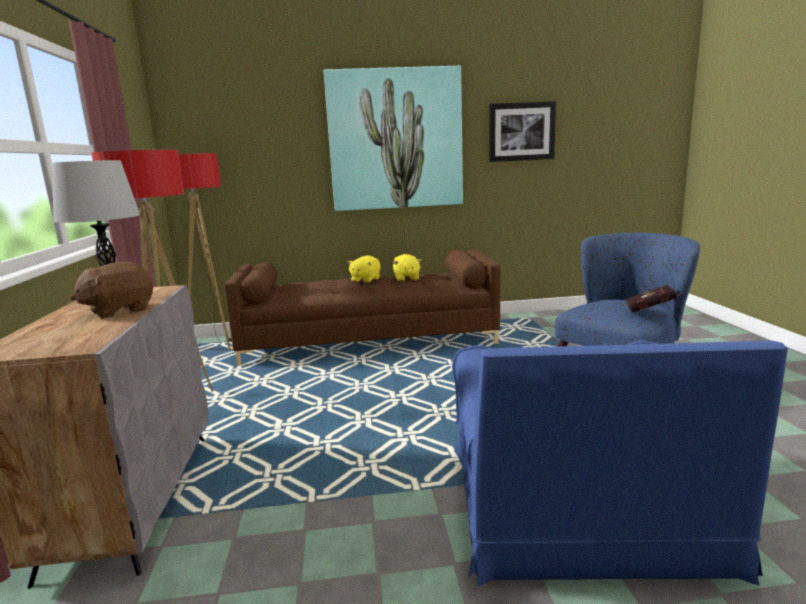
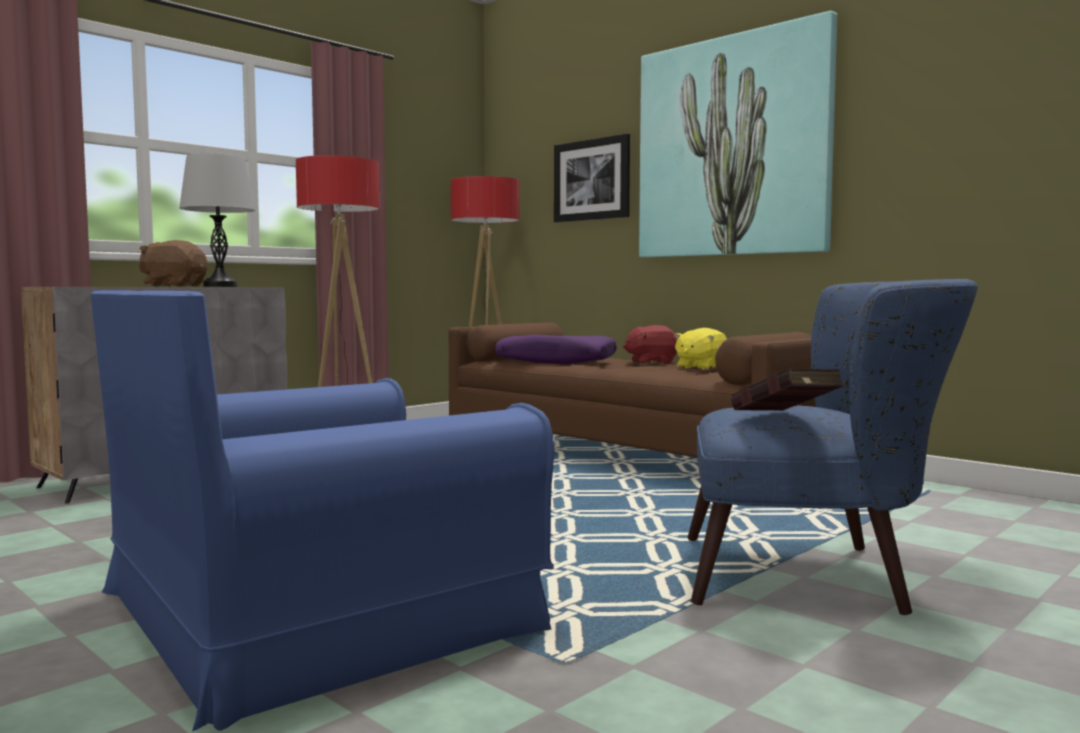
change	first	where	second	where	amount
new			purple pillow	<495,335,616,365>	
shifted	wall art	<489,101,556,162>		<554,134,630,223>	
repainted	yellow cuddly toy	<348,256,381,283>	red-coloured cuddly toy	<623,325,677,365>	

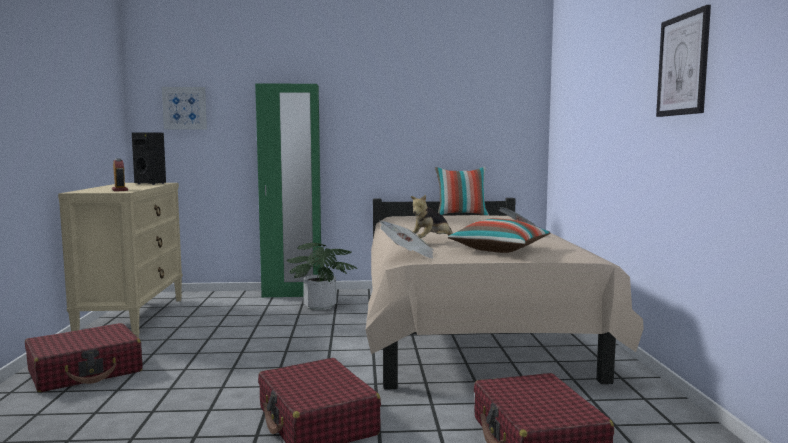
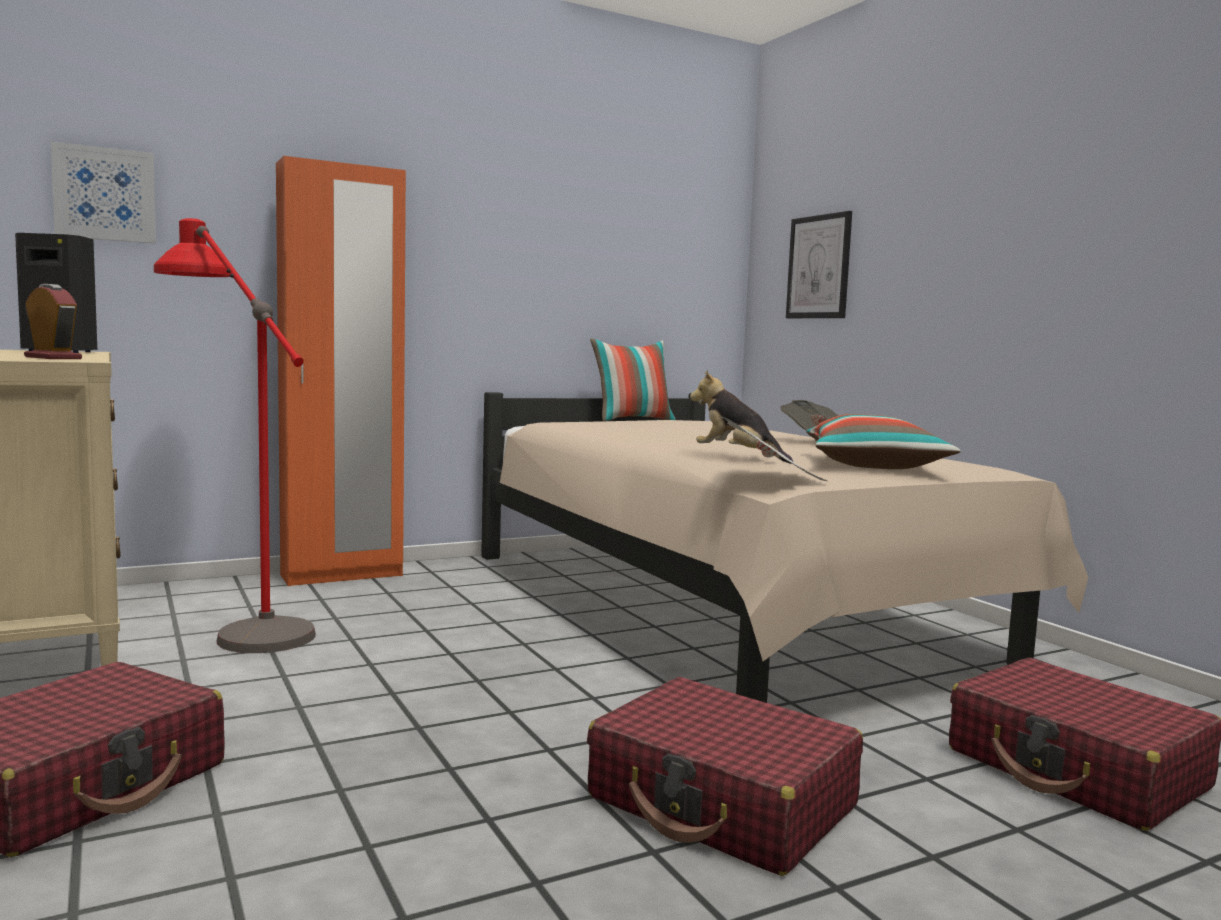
change	first	where	second	where	amount
new			red-coloured floor lamp	<154,218,316,653>	
repainted	green-coloured armoire	<255,83,322,298>	orangey armoire	<276,156,406,586>	
rotated	cuddly toy	<411,195,453,238>		<690,370,793,464>	105 degrees clockwise
shifted	wall art	<656,5,711,117>		<786,211,852,318>	
gone	plant in a pot	<286,243,357,310>			

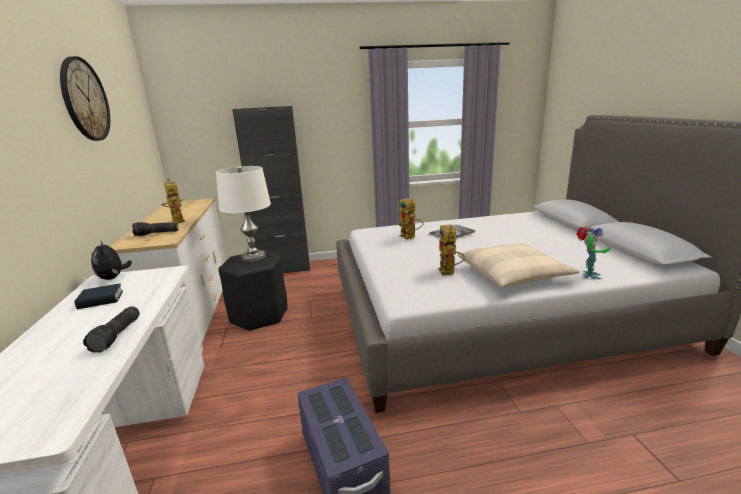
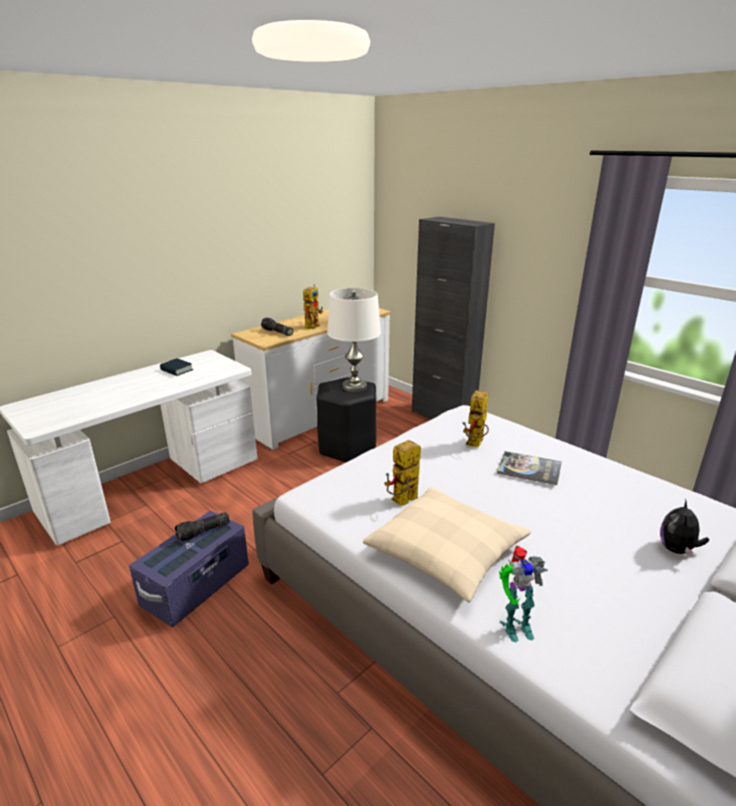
change	first	where	second	where	amount
shifted	hand torch	<83,306,140,353>		<175,512,230,542>	
shifted	cuddly toy	<91,240,132,280>		<660,498,709,557>	
gone	wall clock	<60,56,110,141>			

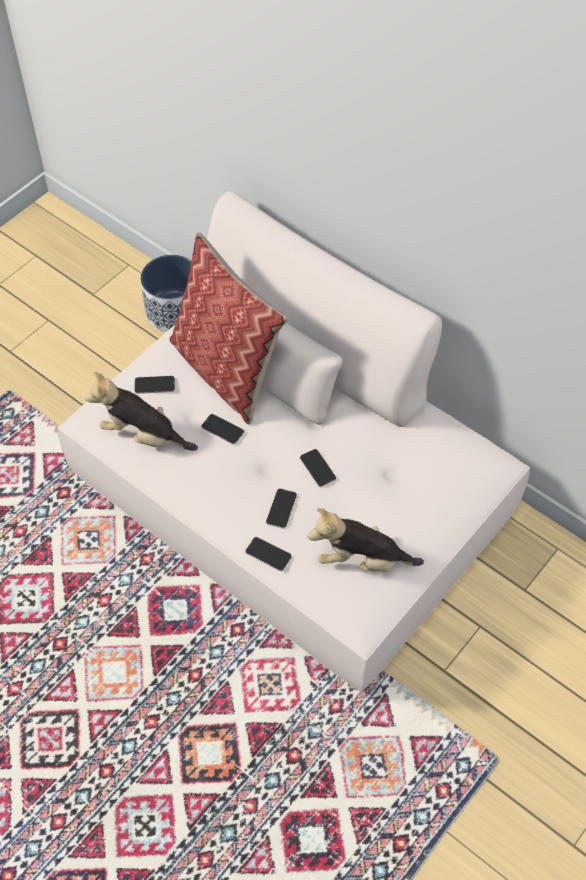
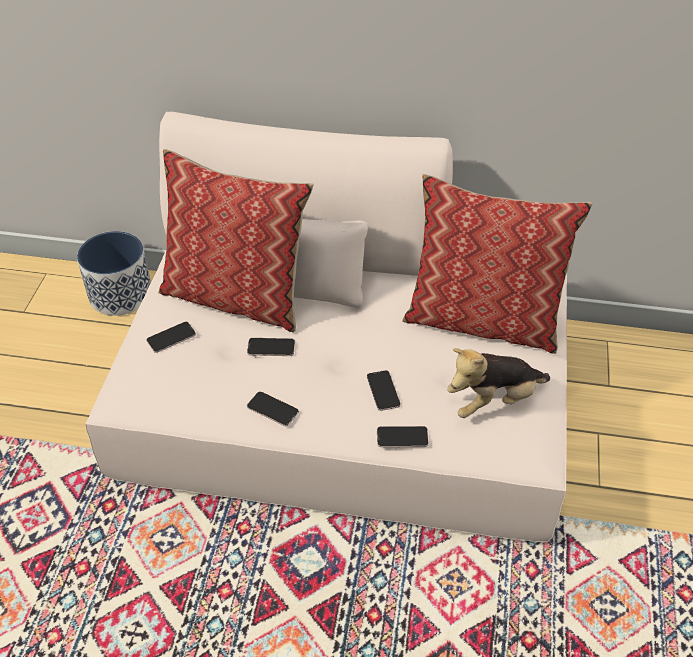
change	first	where	second	where	amount
shifted	telephone	<300,449,336,487>		<247,391,299,426>	
new			pillow	<402,174,593,354>	
gone	cuddly toy	<85,372,198,451>			

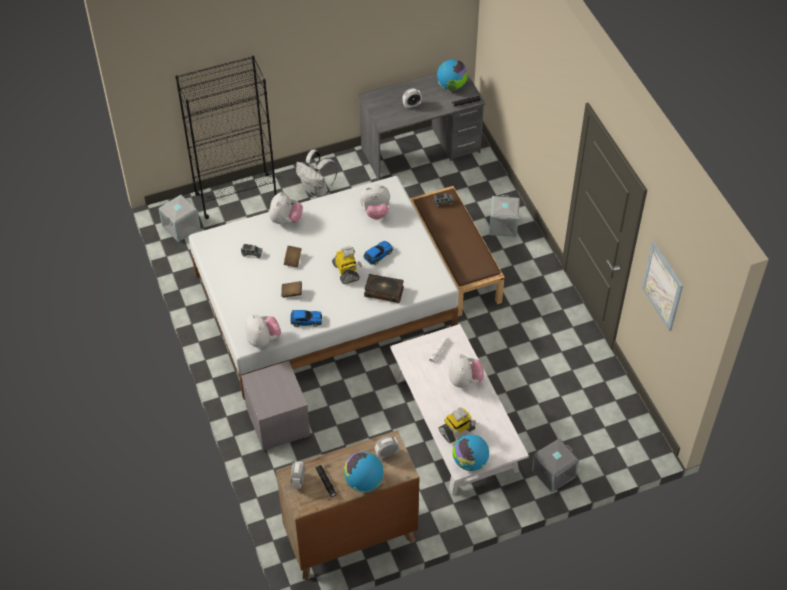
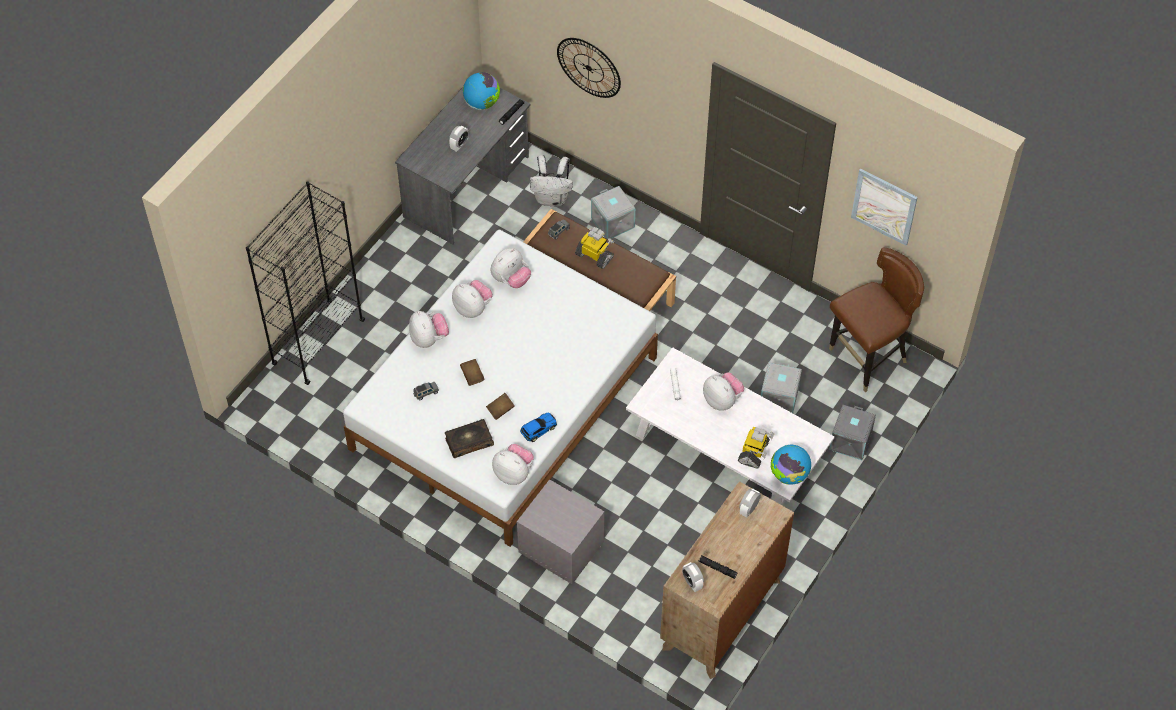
change	first	where	second	where	amount
shifted	book	<364,274,404,303>		<445,419,494,458>	
new			cuddly toy	<452,280,493,318>	
shifted	white knapsack	<296,149,337,198>		<530,155,573,206>	
new			wall clock	<557,38,621,98>	
shifted	robot figure	<332,246,362,284>		<575,227,614,269>	
shifted	grey storage box	<158,195,200,242>		<761,362,802,413>	
new			brownish plain chair	<829,248,924,392>	
gone	globe	<344,452,383,493>			
gone	miniature car	<363,241,393,265>			

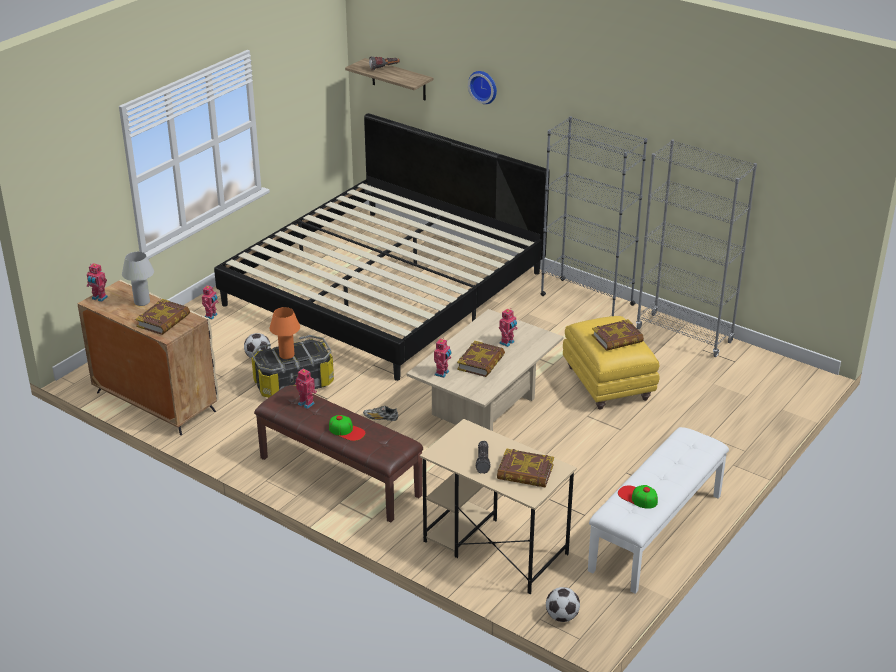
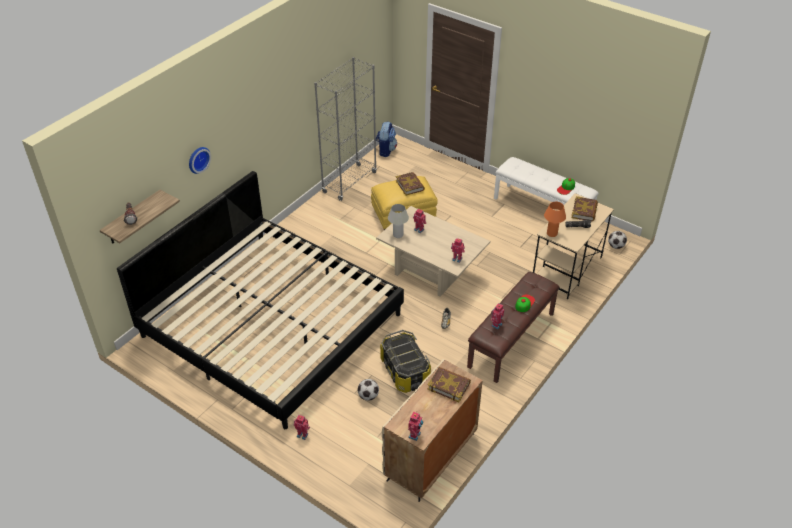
change	first	where	second	where	amount
new			knapsack	<376,121,397,157>	
shifted	white lamp for a table	<122,252,154,306>		<388,204,409,238>	
shifted	orangey lamp for a table	<269,307,300,359>		<544,202,566,237>	
gone	book	<457,341,505,377>			
gone	grey shelving unit	<540,116,647,316>			

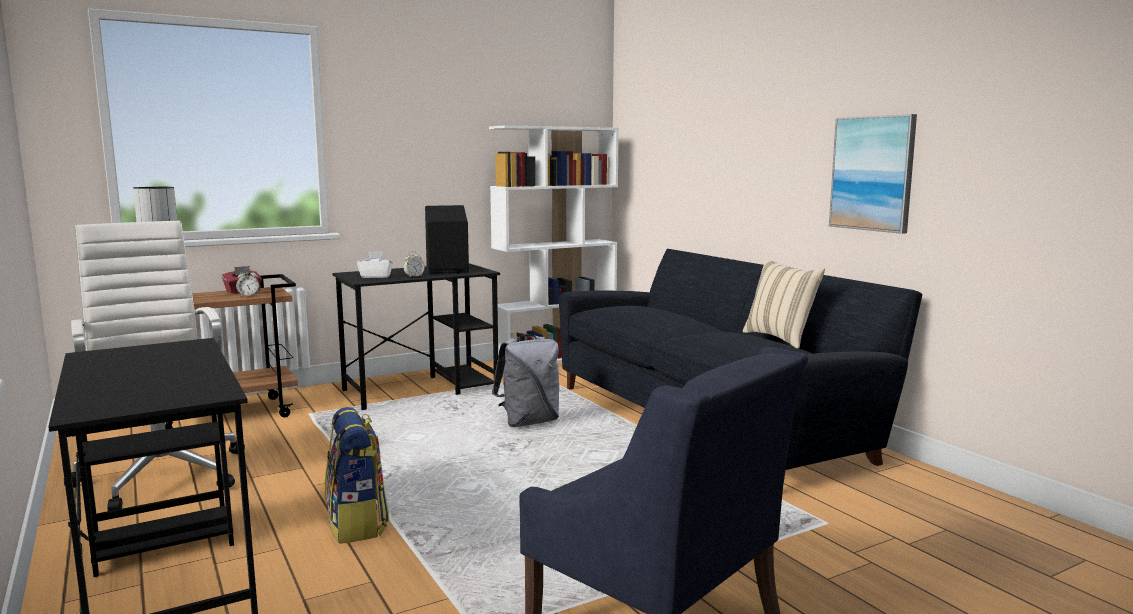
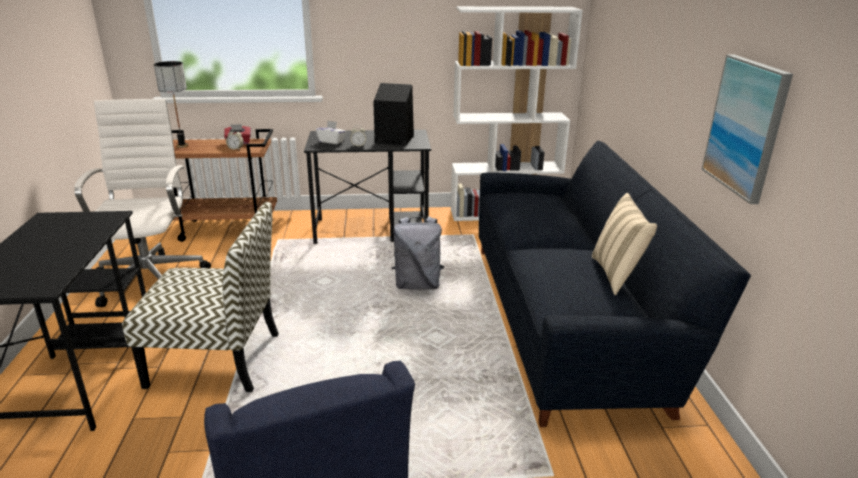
change	first	where	second	where	amount
swapped	knapsack	<325,407,389,544>	plain chair	<122,202,279,392>	

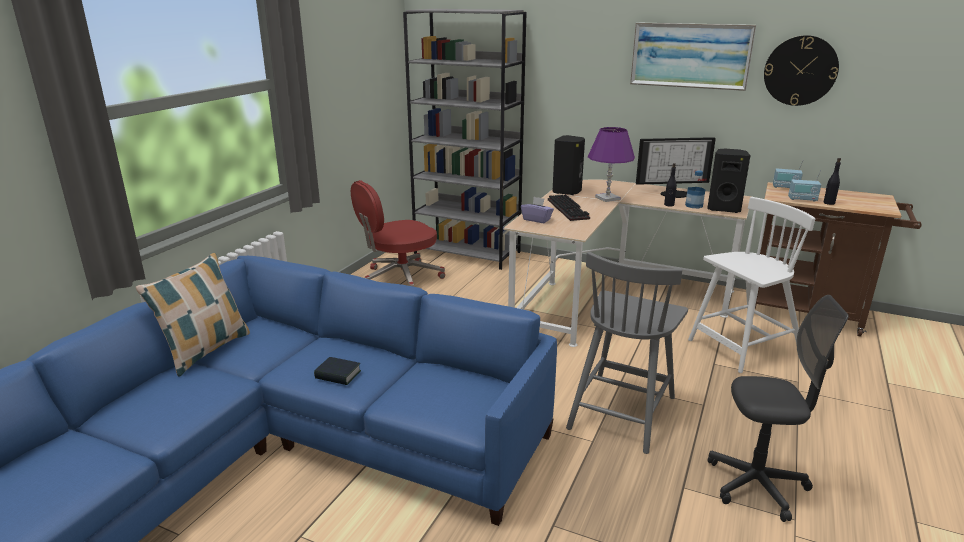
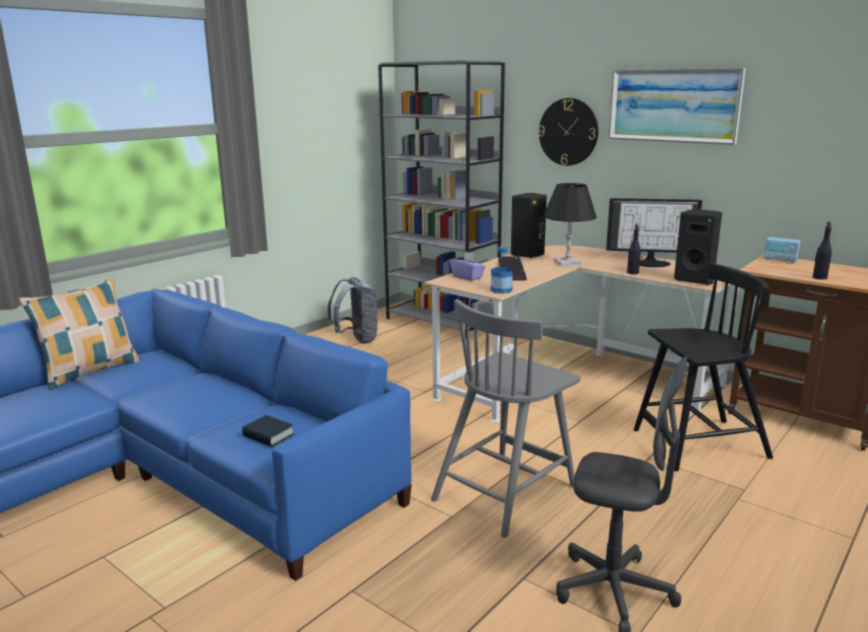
change	first	where	second	where	amount
shifted	book	<314,357,361,385>		<242,415,294,447>	
swapped	red-coloured computer chair	<351,180,445,287>	grey knapsack	<327,277,378,344>	
shifted	drink bottle	<685,170,705,208>		<491,247,513,294>	
shifted	wall clock	<764,35,839,106>		<538,98,598,166>	
repainted	purple lamp for a table	<588,127,635,202>	black-coloured lamp for a table	<544,183,597,266>	
repainted	white plain chair	<688,197,815,373>	black-coloured plain chair	<634,263,773,471>	
gone	radio receiver	<788,170,821,202>			

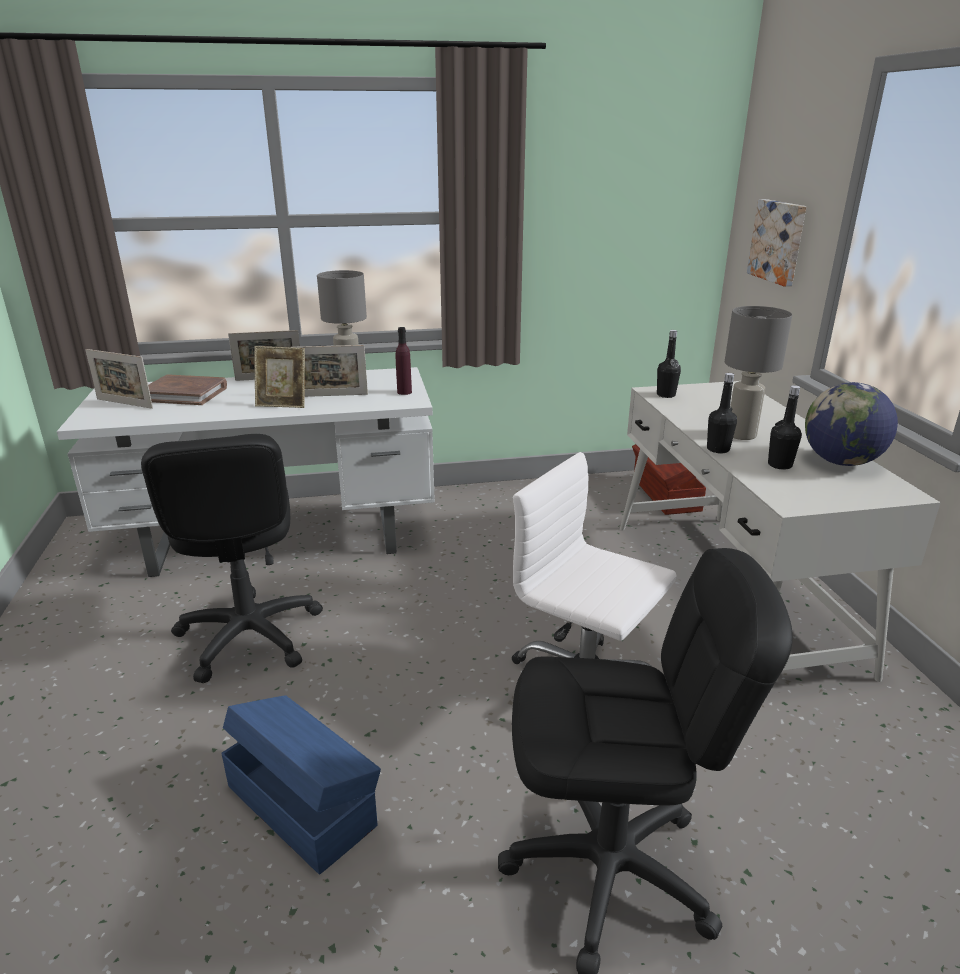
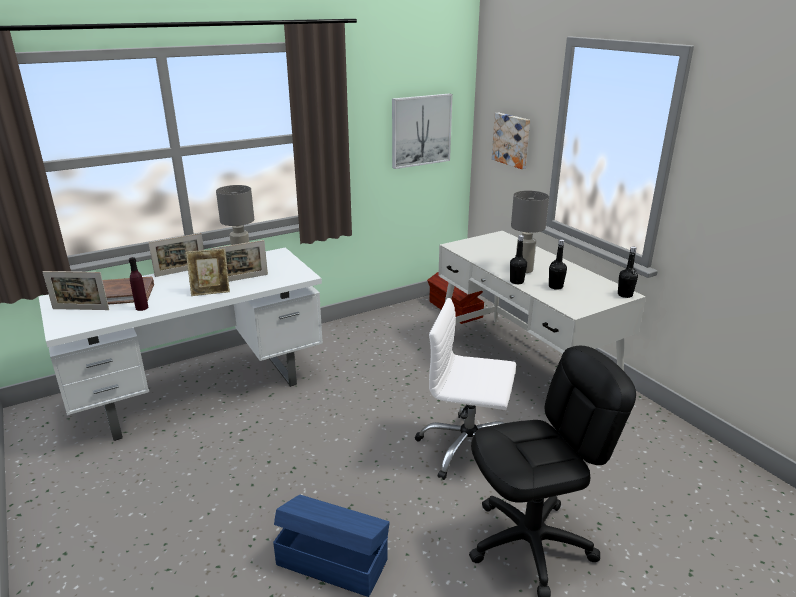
change	first	where	second	where	amount
shifted	purple drink bottle	<396,327,412,395>		<129,257,148,311>	
new			wall art	<392,93,453,169>	
shifted	black-coloured drink bottle	<657,330,681,398>		<618,246,638,298>	
gone	black-coloured computer chair	<141,434,323,683>			
gone	globe	<805,382,898,466>			

